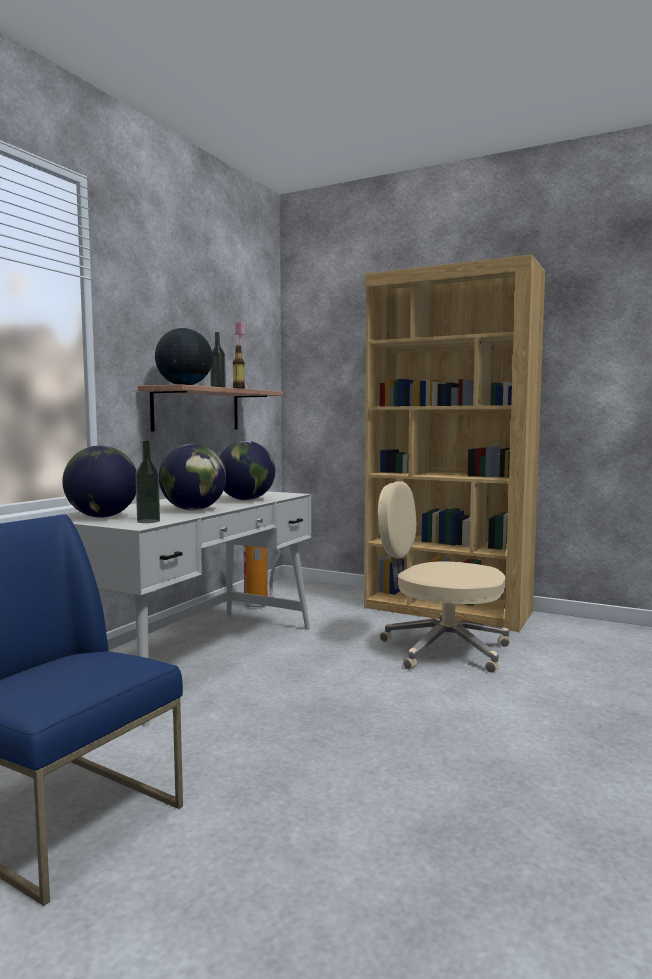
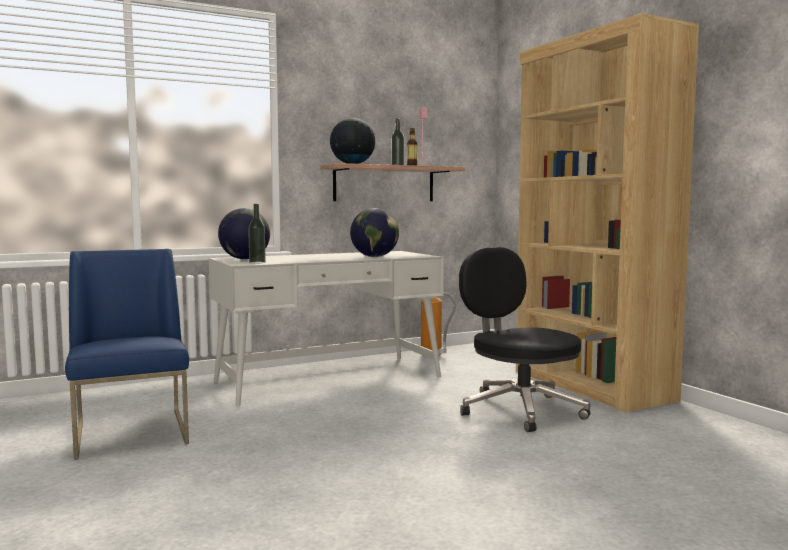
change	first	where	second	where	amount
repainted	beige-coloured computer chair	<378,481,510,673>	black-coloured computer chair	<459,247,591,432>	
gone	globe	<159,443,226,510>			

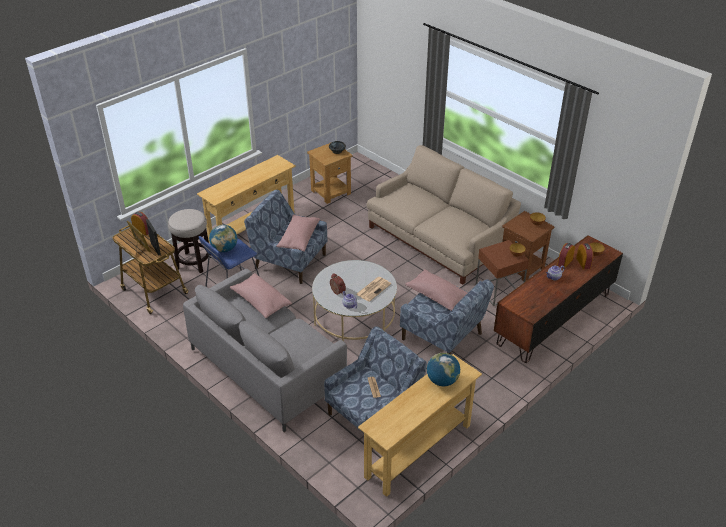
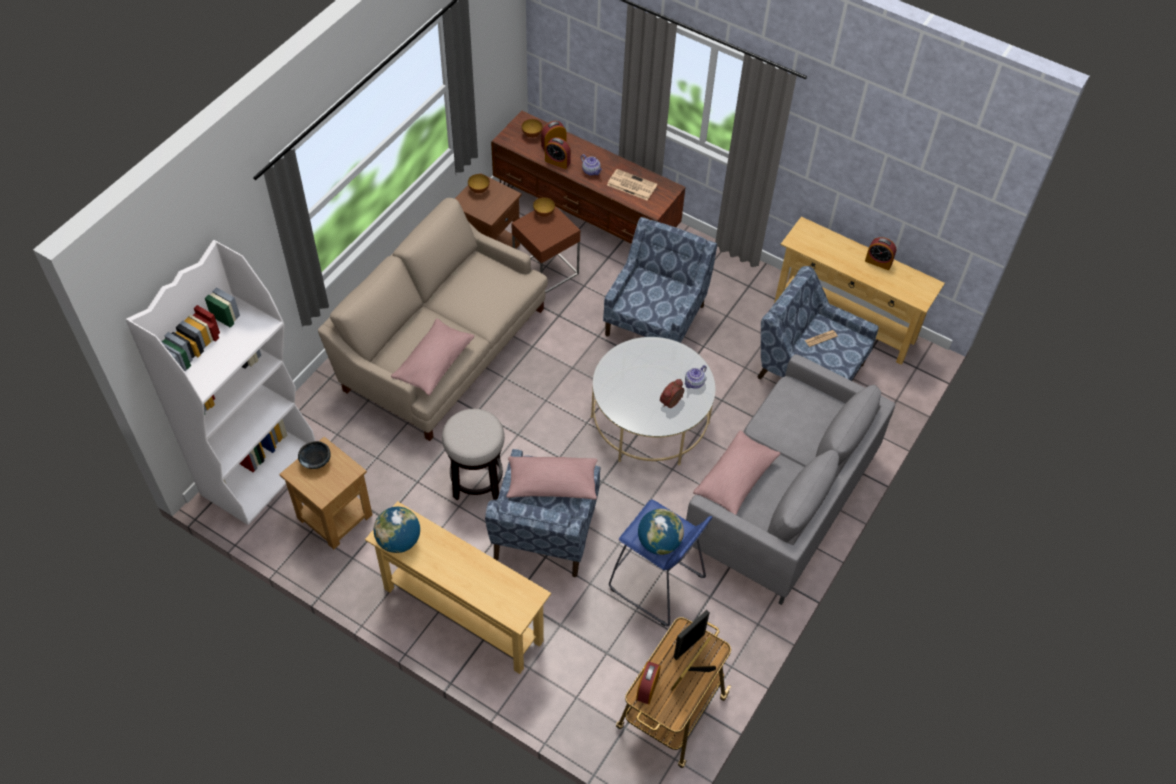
change	first	where	second	where	amount
new			white shelving unit	<125,240,315,525>	
shifted	globe	<427,353,460,386>		<374,507,420,553>	
shifted	pinkish pillow	<405,269,468,311>		<391,318,475,396>	
shifted	sitting stool	<168,209,211,273>		<442,409,505,500>	
shifted	daily paper	<356,277,391,302>		<607,169,657,200>	
new			alarm clock	<865,237,896,270>	

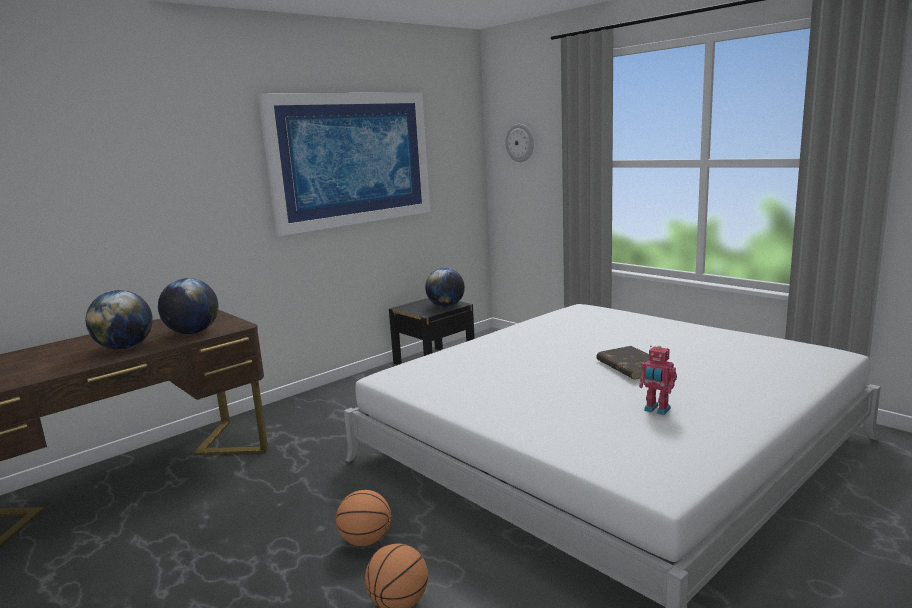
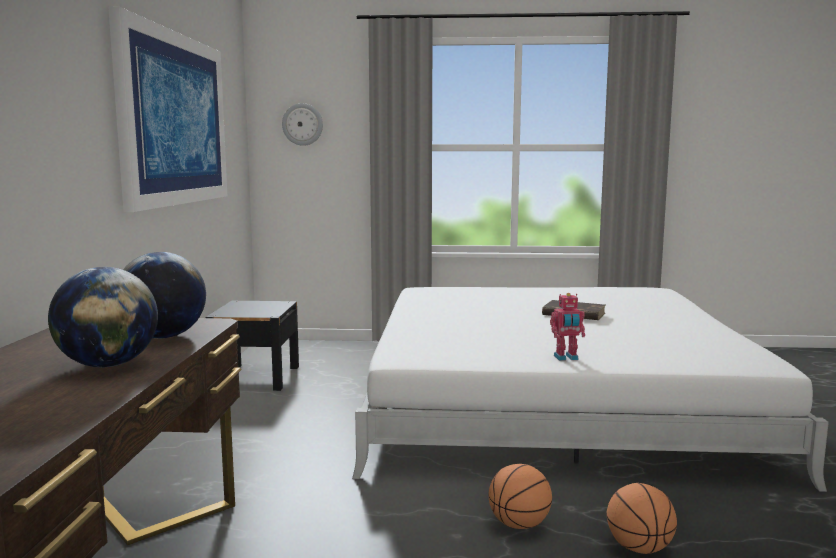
change	first	where	second	where	amount
shifted	robot figure	<639,346,677,415>		<550,293,585,361>	
gone	globe	<425,268,465,307>			

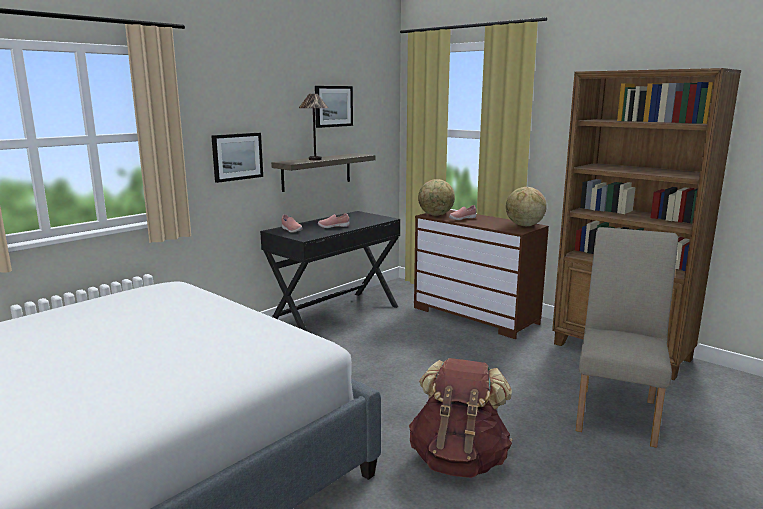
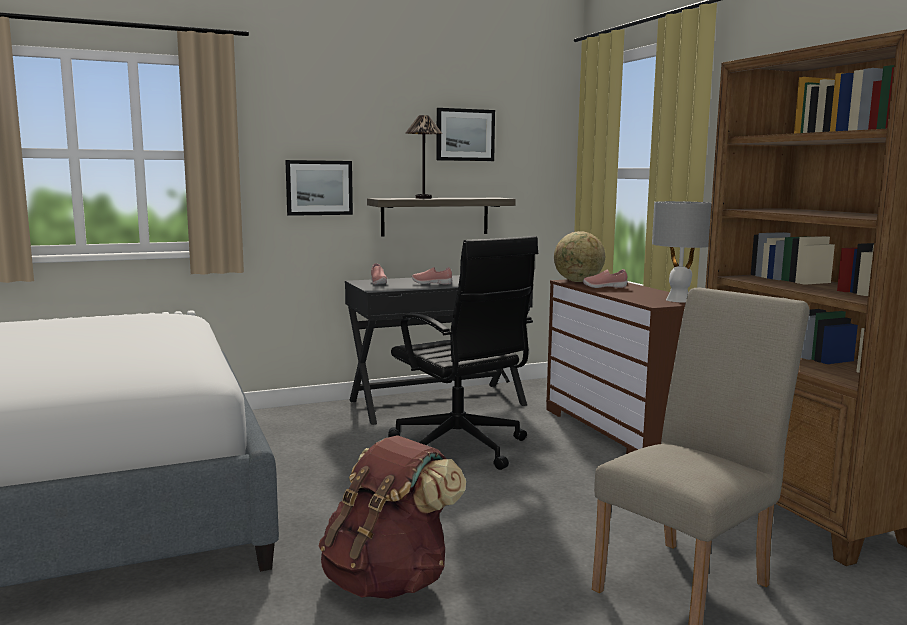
change	first	where	second	where	amount
new			black-coloured computer chair	<388,236,538,470>	
swapped	globe	<506,187,547,226>	grey lamp for a table	<652,201,711,302>	

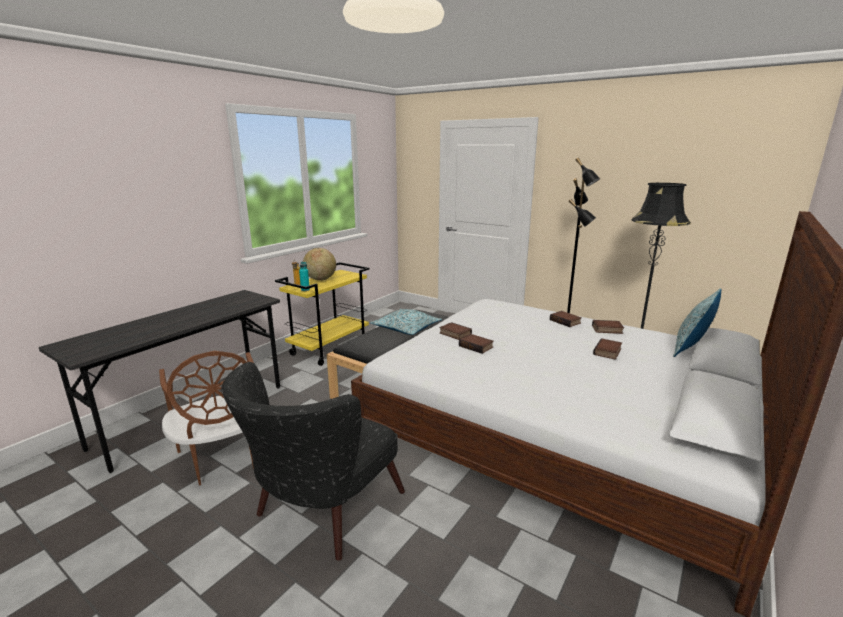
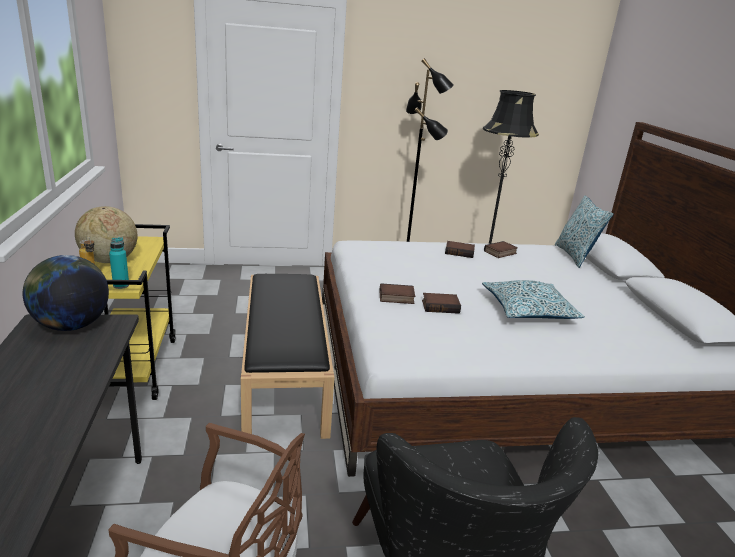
change	first	where	second	where	amount
new			globe	<23,255,109,331>	
shifted	pillow	<370,309,442,335>		<482,280,585,319>	
gone	book	<593,338,622,360>			

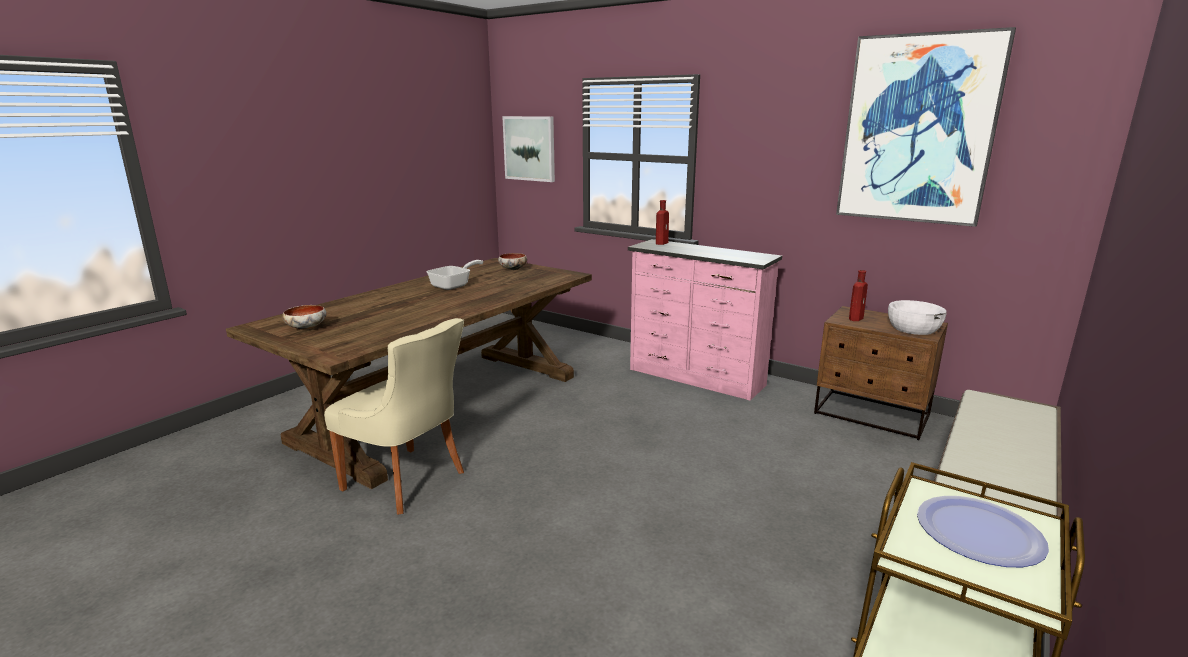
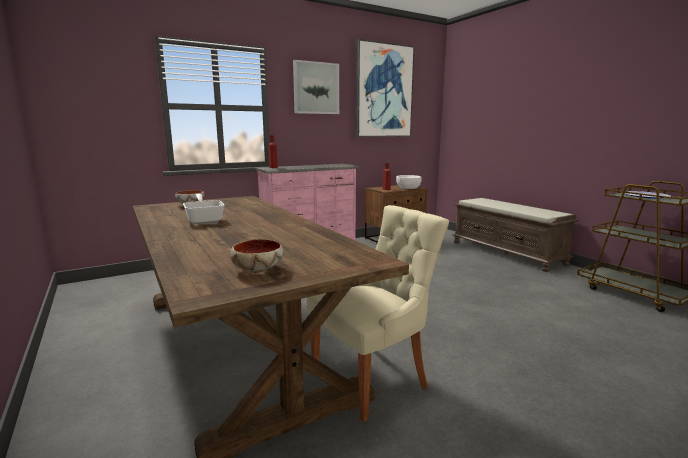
change	first	where	second	where	amount
shifted	wall art	<502,116,555,182>		<293,60,339,114>	

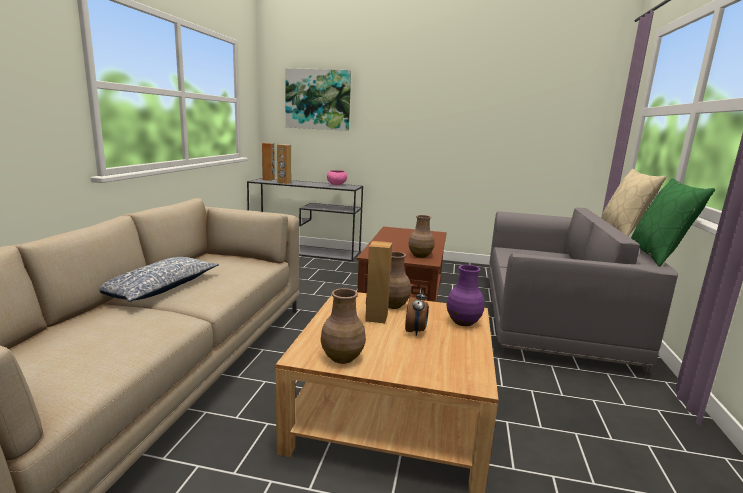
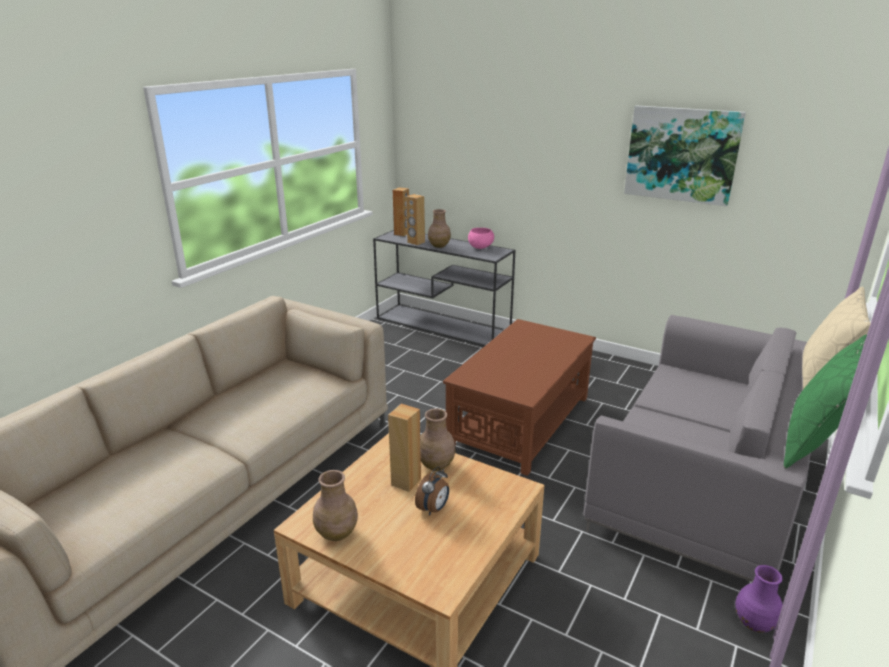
change	first	where	second	where	amount
shifted	brownish decorative vase	<408,215,434,258>		<428,209,451,248>	
shifted	wall art	<285,68,351,131>		<624,105,746,206>	
shifted	purple decorative vase	<447,265,484,326>		<735,565,783,633>	
gone	pillow	<99,257,219,302>			

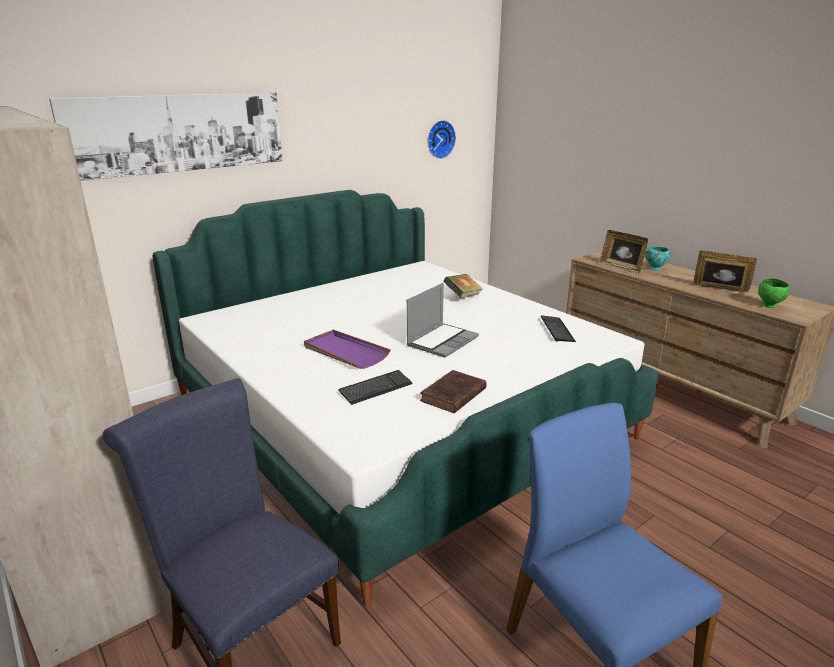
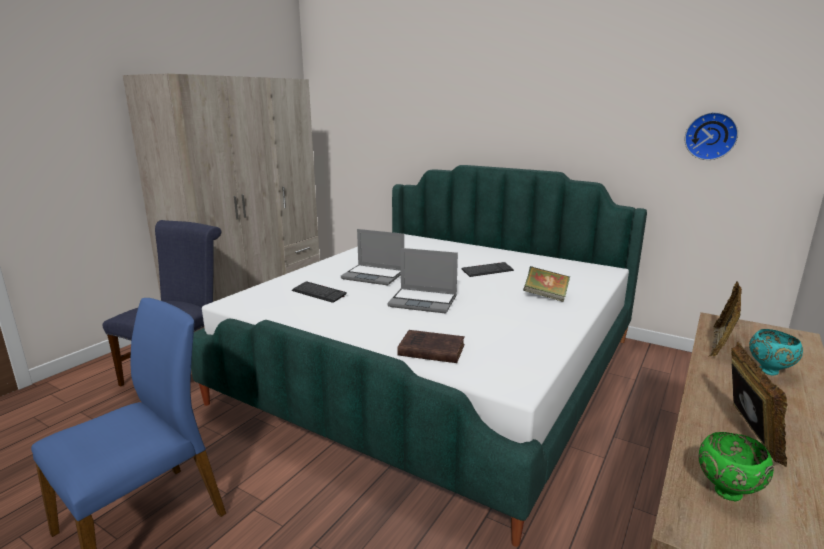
change	first	where	second	where	amount
swapped	purple serving tray	<304,330,391,369>	laptop	<341,229,404,286>	
shifted	brownish book	<420,370,487,413>		<397,330,465,363>	
shifted	PC keyboard	<541,315,576,342>		<461,262,514,277>	
gone	wall art	<49,92,283,181>			

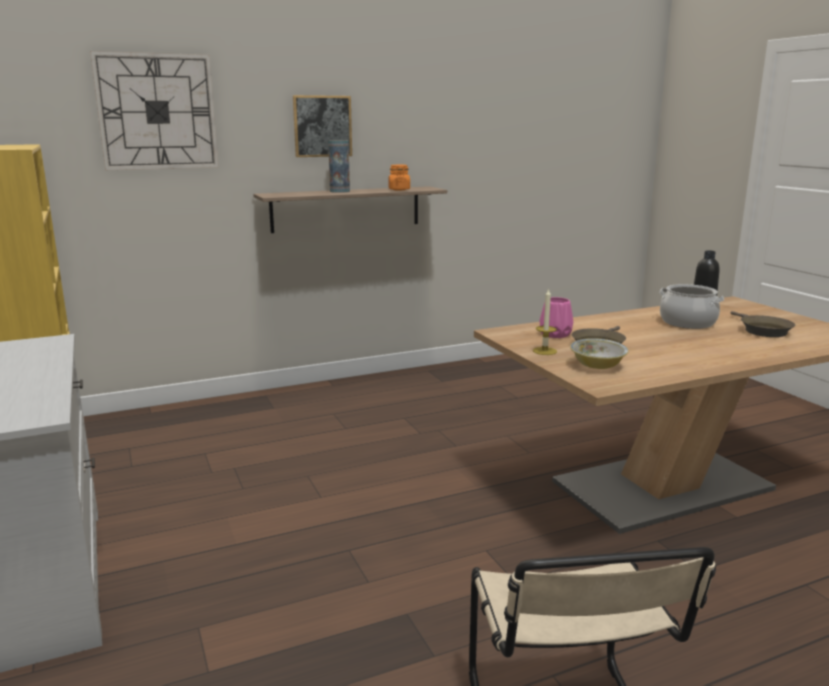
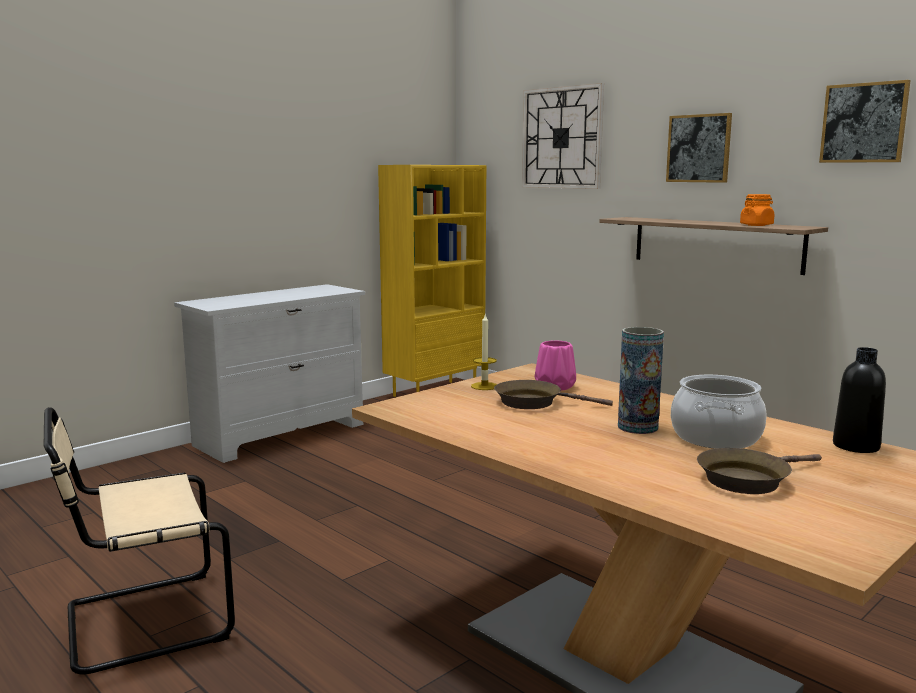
change	first	where	second	where	amount
shifted	decorative vase	<328,140,350,193>		<618,327,664,434>	
new			wall art	<819,80,911,163>	
gone	bowl	<570,338,628,369>			

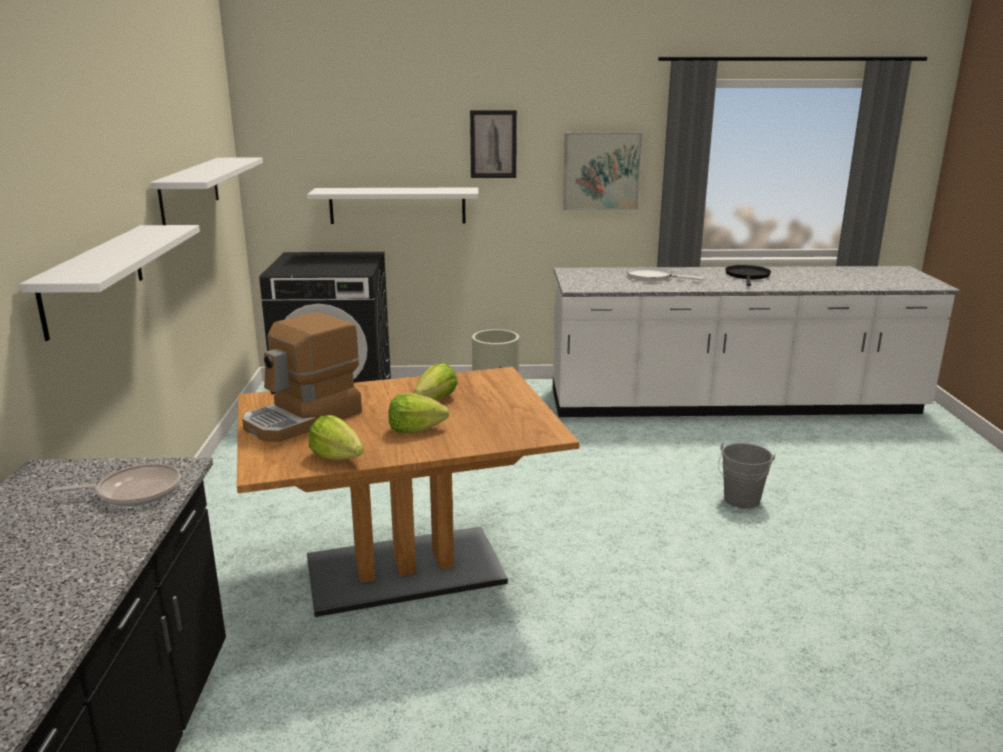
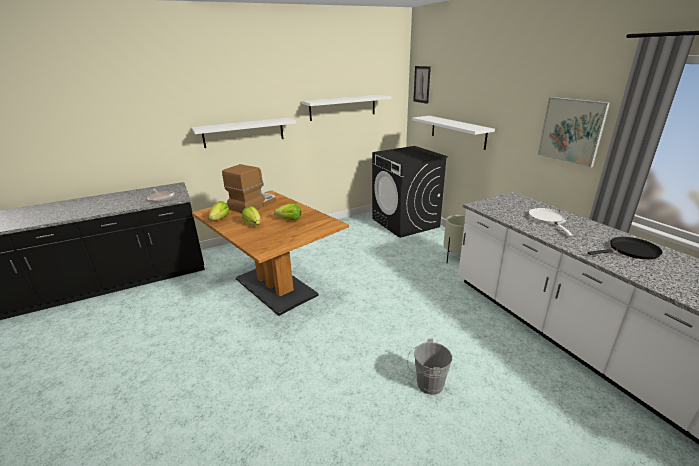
change	first	where	second	where	amount
rotated	coffee maker	<242,312,362,442>		<222,164,276,213>	105 degrees clockwise
shifted	wall art	<470,110,517,178>		<413,66,431,104>	

